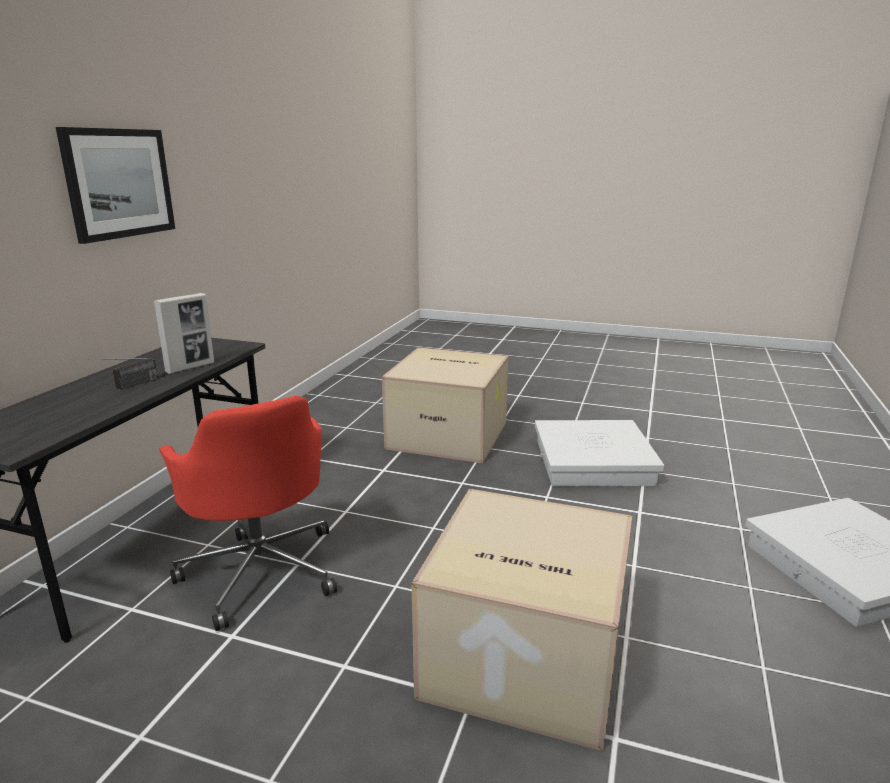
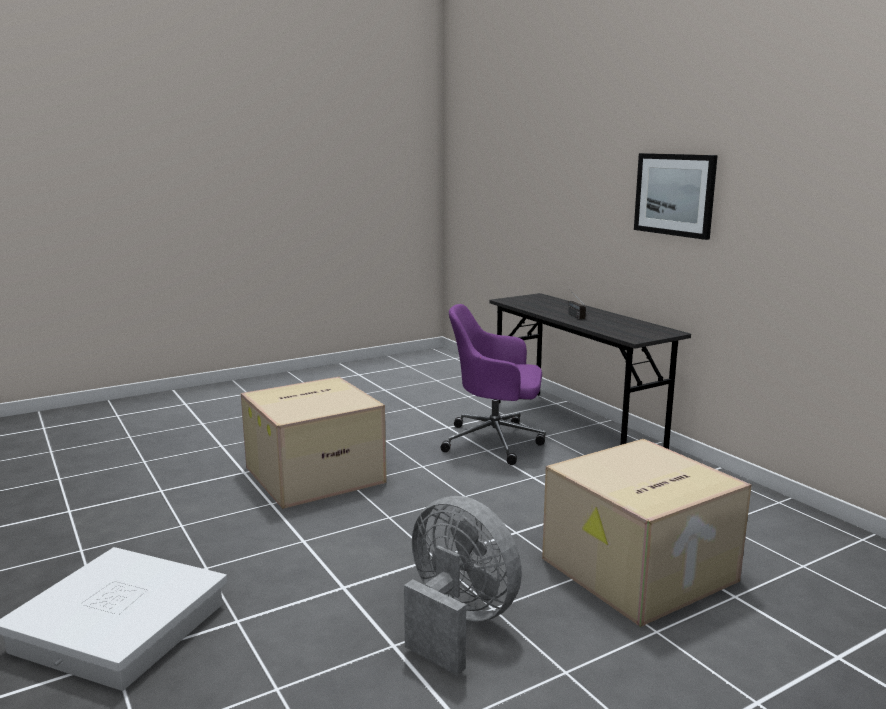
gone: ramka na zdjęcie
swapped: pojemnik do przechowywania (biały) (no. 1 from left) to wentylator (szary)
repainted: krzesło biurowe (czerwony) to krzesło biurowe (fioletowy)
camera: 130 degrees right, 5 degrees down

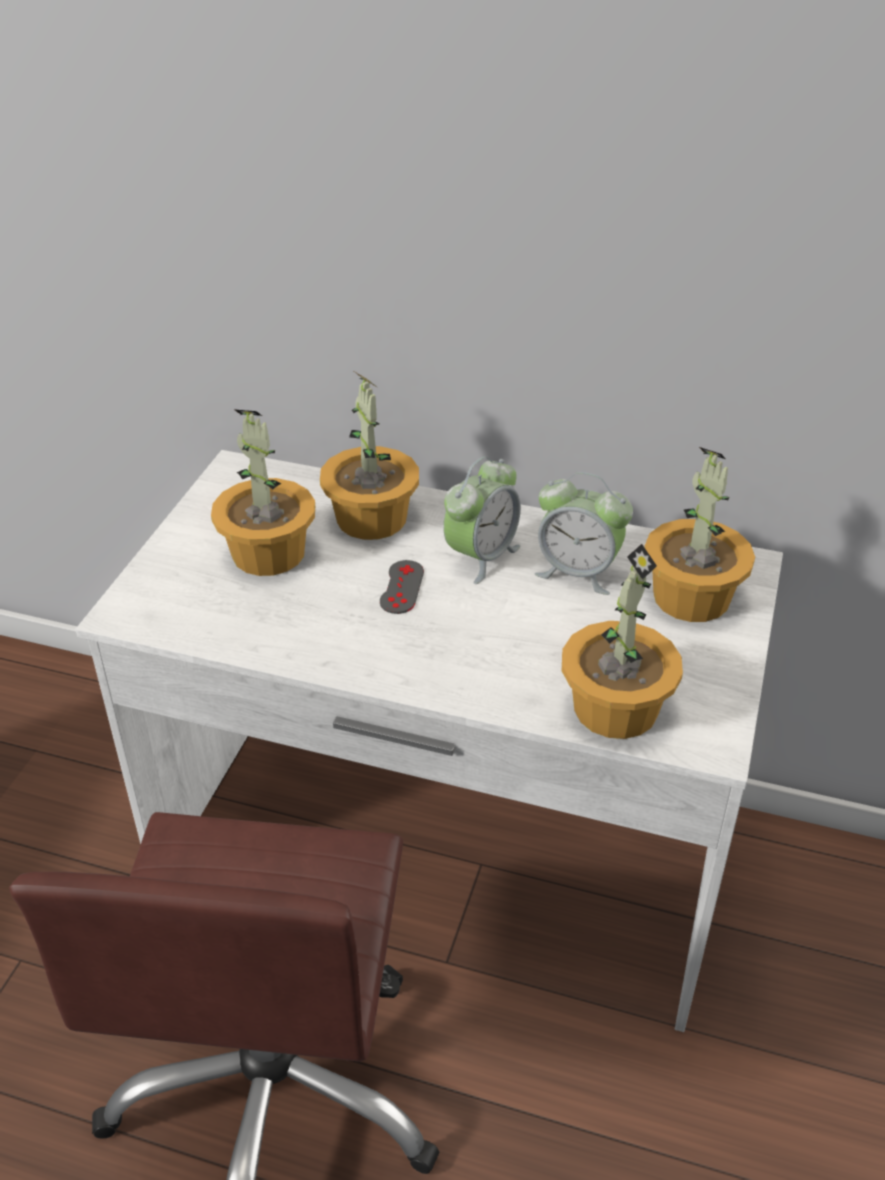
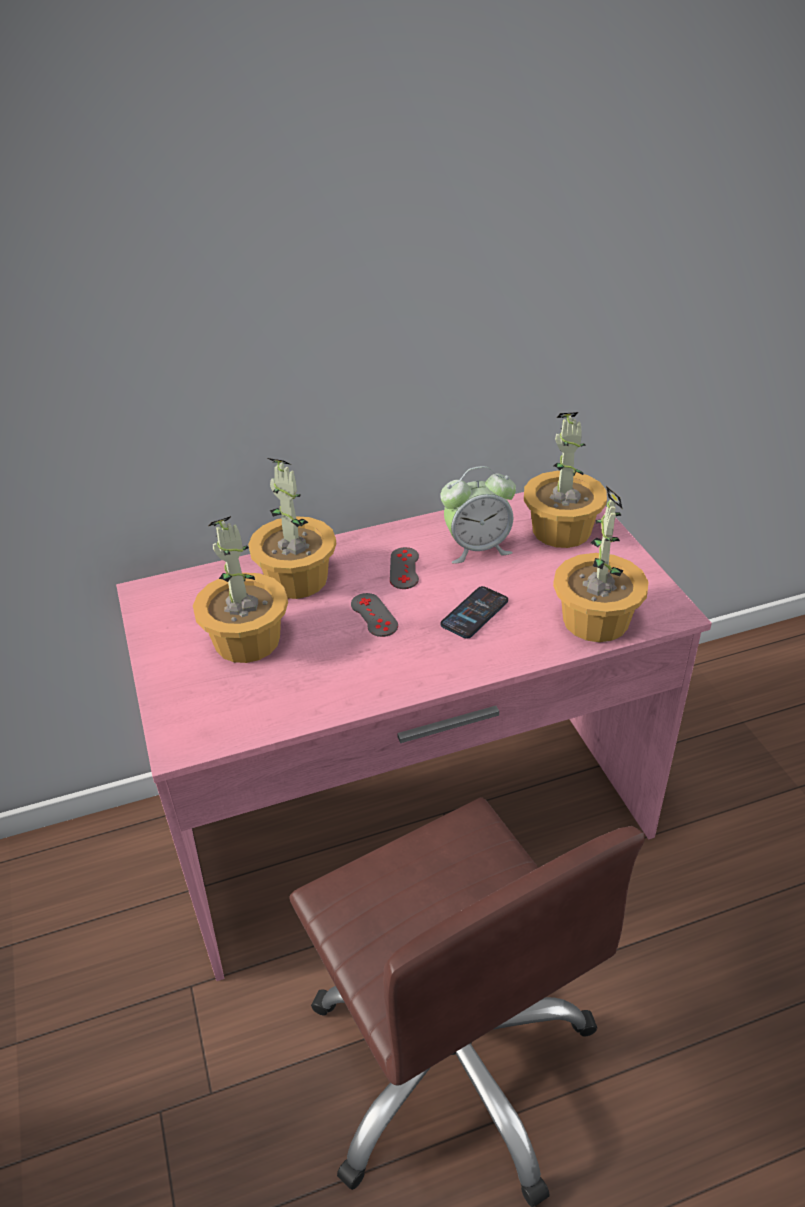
new: telefon
swapped: budzik (no. 1 from left) to pad do gier (szary) (no. 2 from left)
repainted: biurko (biały) to biurko (różowy)
camera: 35 degrees left, 0 degrees up

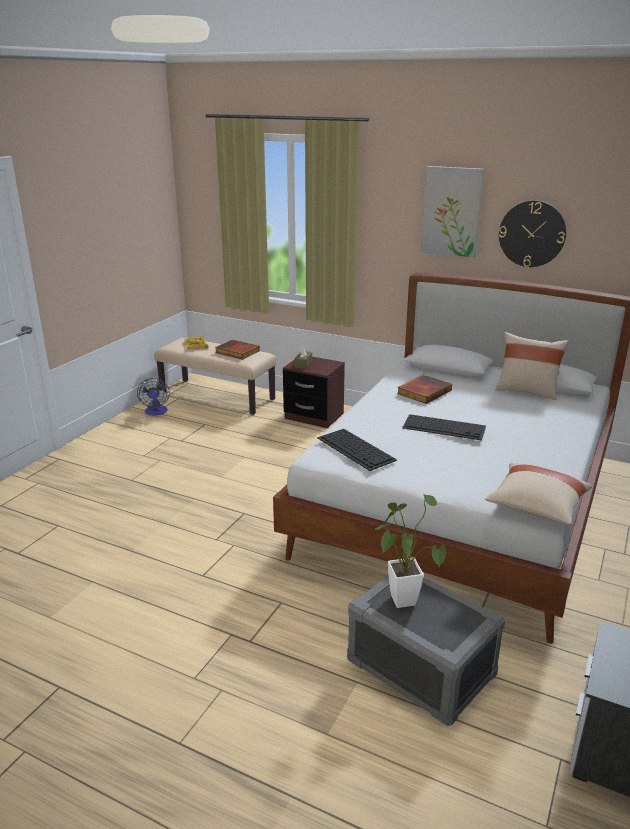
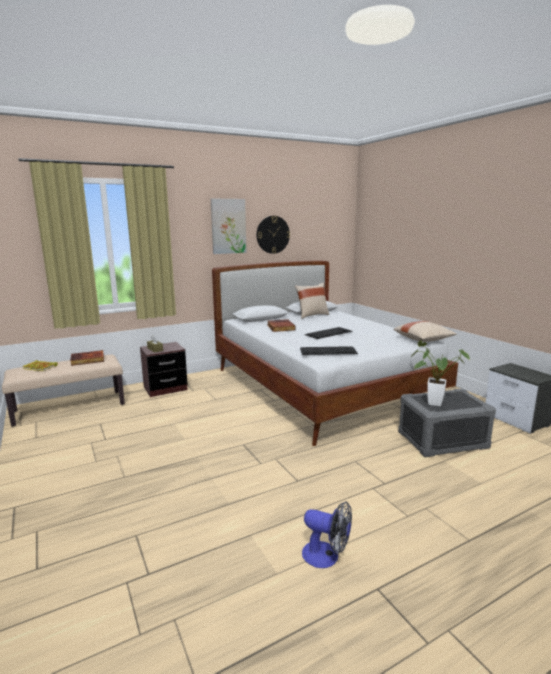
shifted: wentylator
camera: 55 degrees left, 10 degrees down

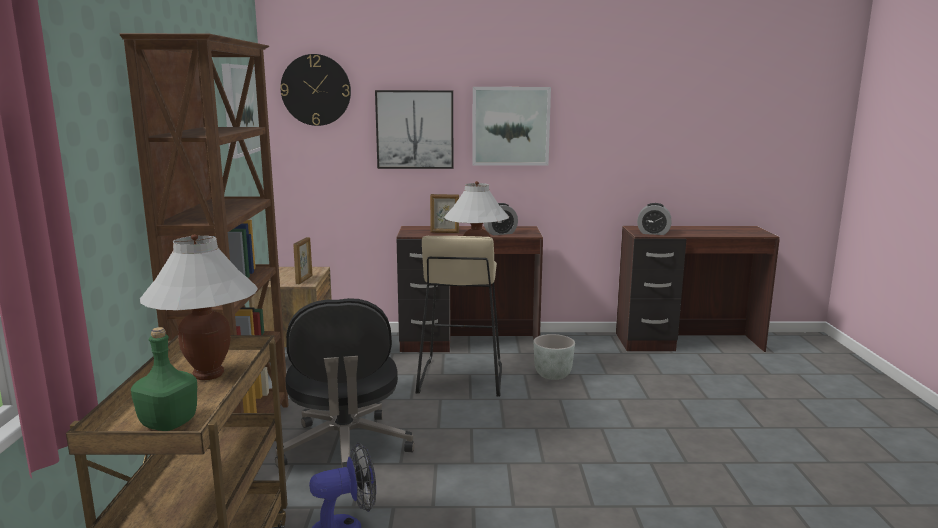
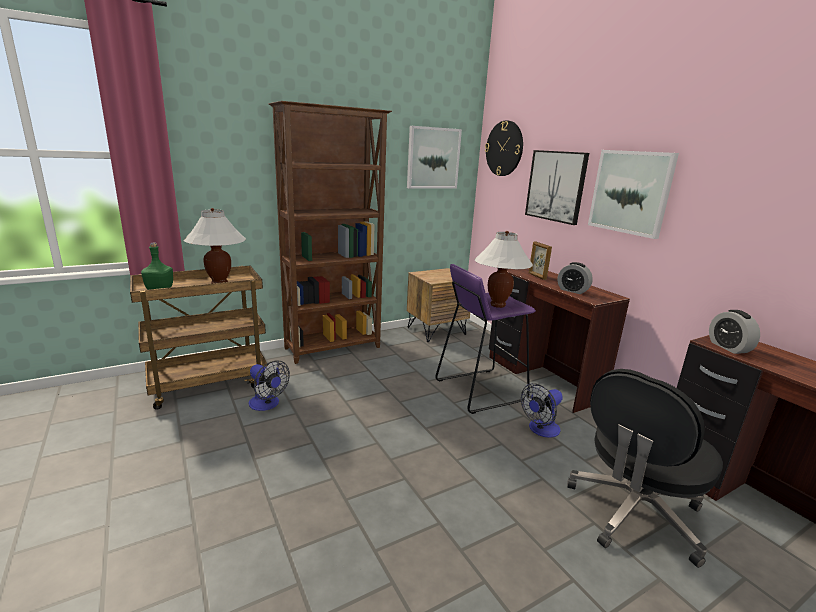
gone: ramka na zdjęcie (no. 1 from left)
shifted: krzesło biurowe (czarny)
swapped: donica (szary) to wentylator (no. 2 from left)
repainted: stołek (beżowy) to stołek (fioletowy)
camera: 60 degrees right, 5 degrees up

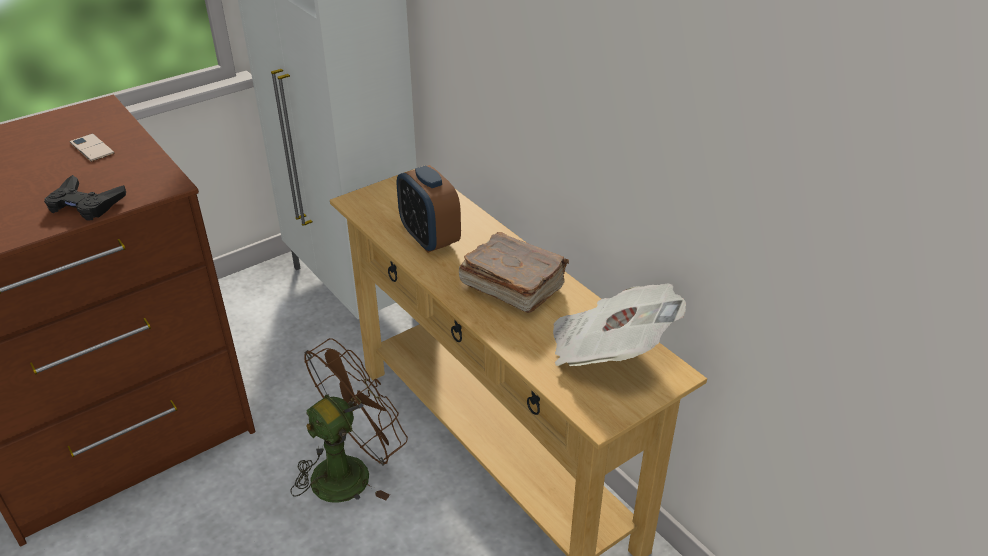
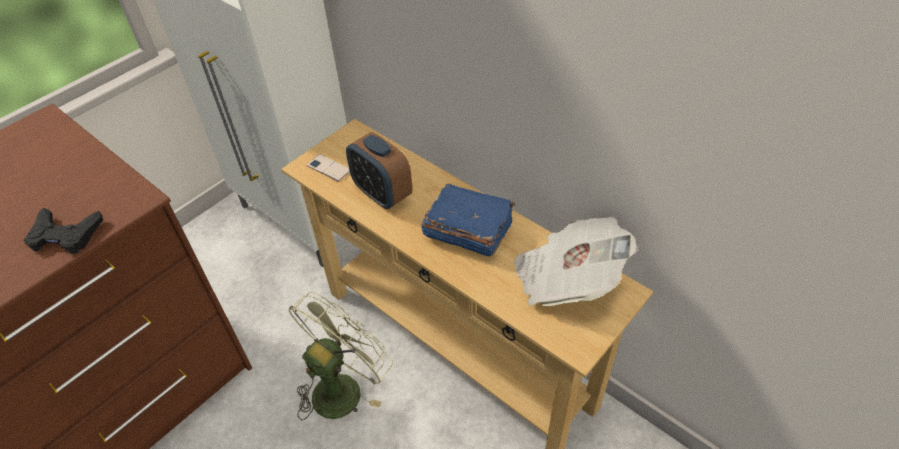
shifted: telefon
repainted: wentylator (brązowy) to wentylator (zielony); książka (brązowy) to książka (niebieski)
camera: 10 degrees left, 10 degrees up

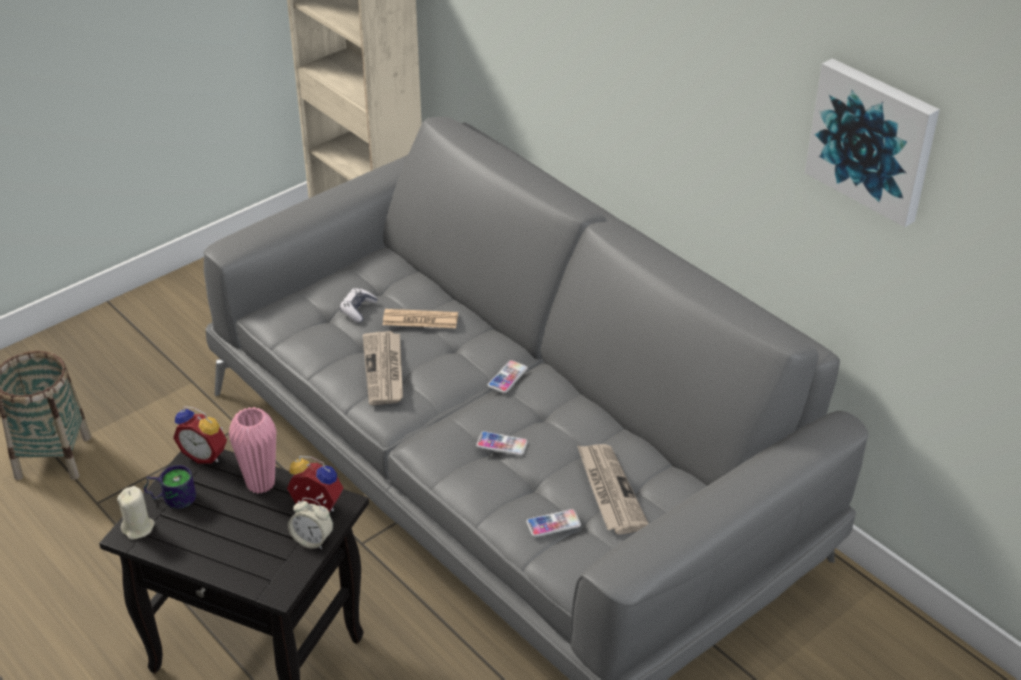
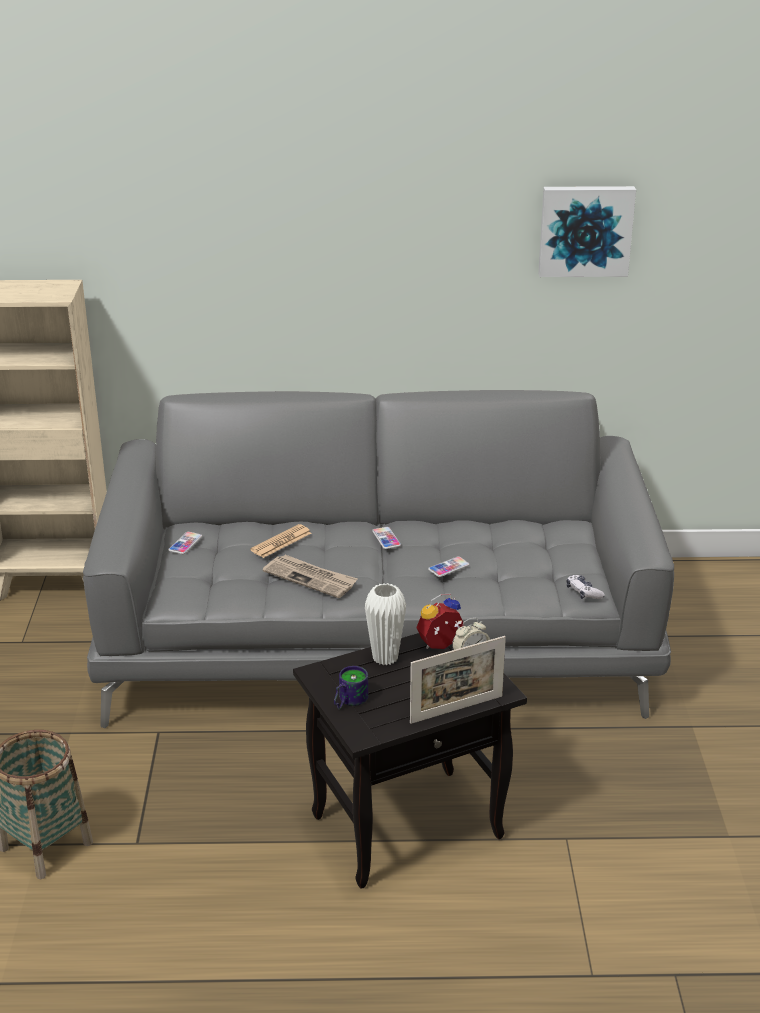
gone: świeca (beżowy); budzik (no. 1 from left); gazeta (no. 3 from left)
new: ramka na zdjęcie
shifted: pad do gier; telefon (no. 3 from left in the first image) to telefon (no. 1 from left)
repainted: wazon (różowy) to wazon (biały)
camera: 50 degrees left, 10 degrees down

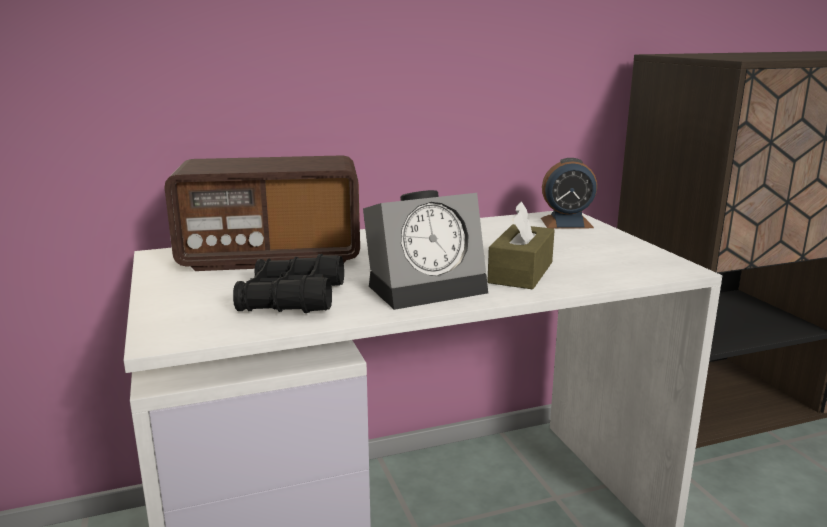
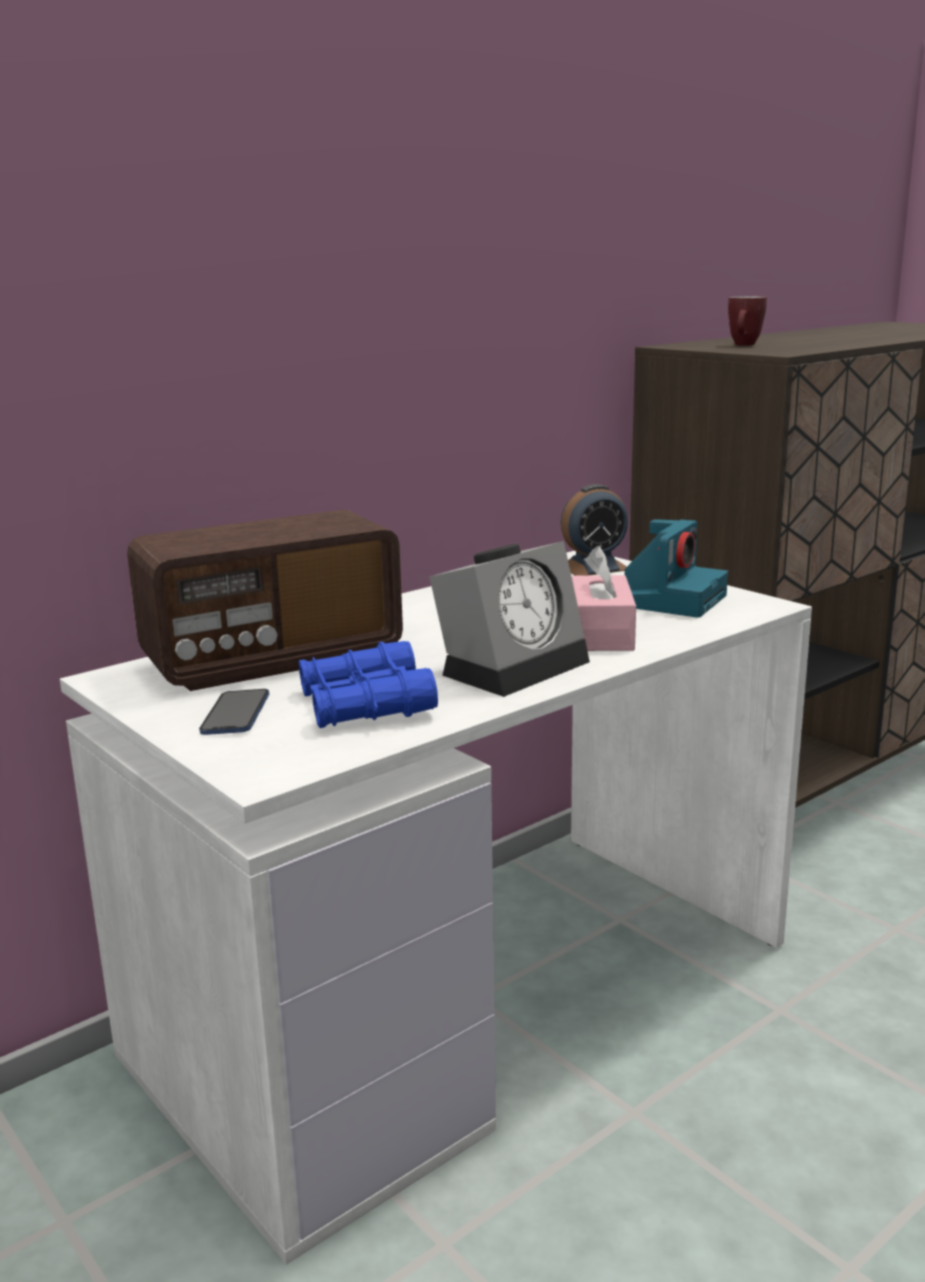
new: telefon; aparat fotograficzny; kubek
repainted: lornetka (czarny) to lornetka (niebieski); pudełko chusteczek (brązowy) to pudełko chusteczek (różowy)
camera: 20 degrees left, 0 degrees up

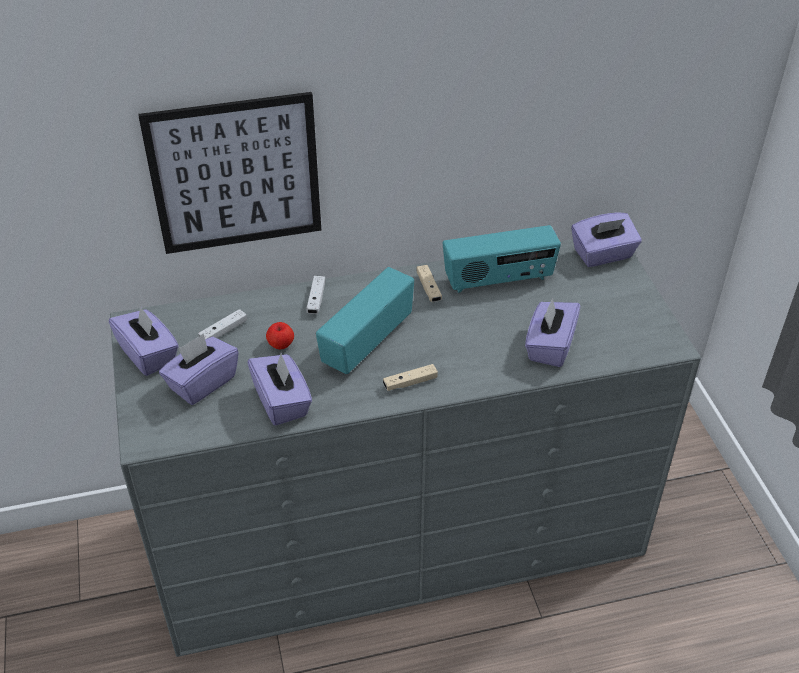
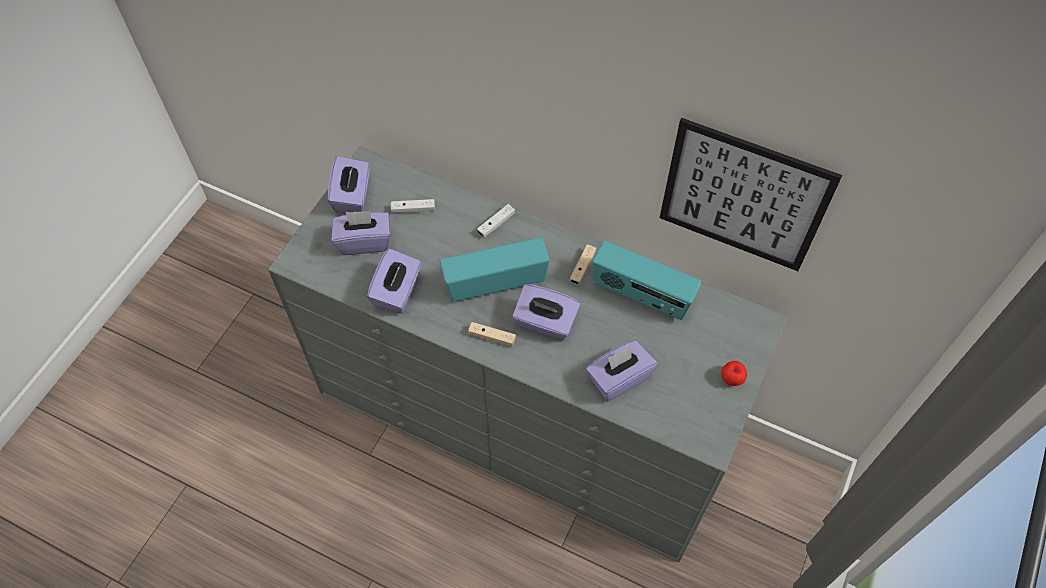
shifted: obraz; jabłko; pudełko chusteczek (fioletowy) (no. 5 from left in the first image) to pudełko chusteczek (fioletowy) (no. 4 from left)
camera: 40 degrees right, 15 degrees up

